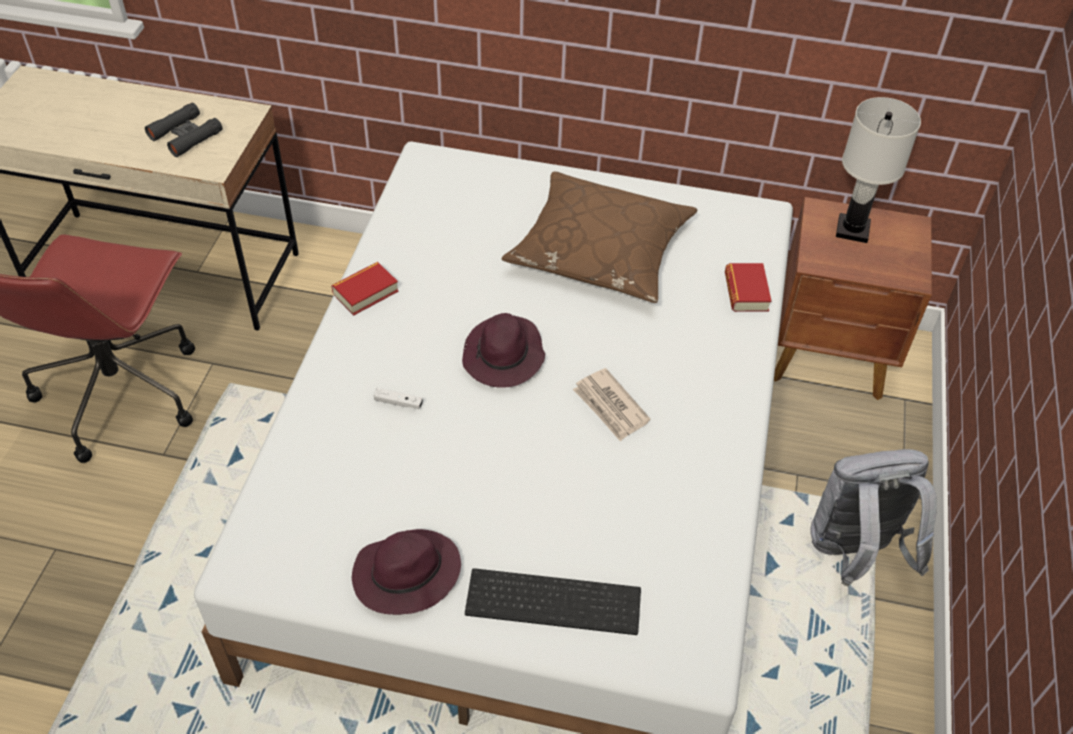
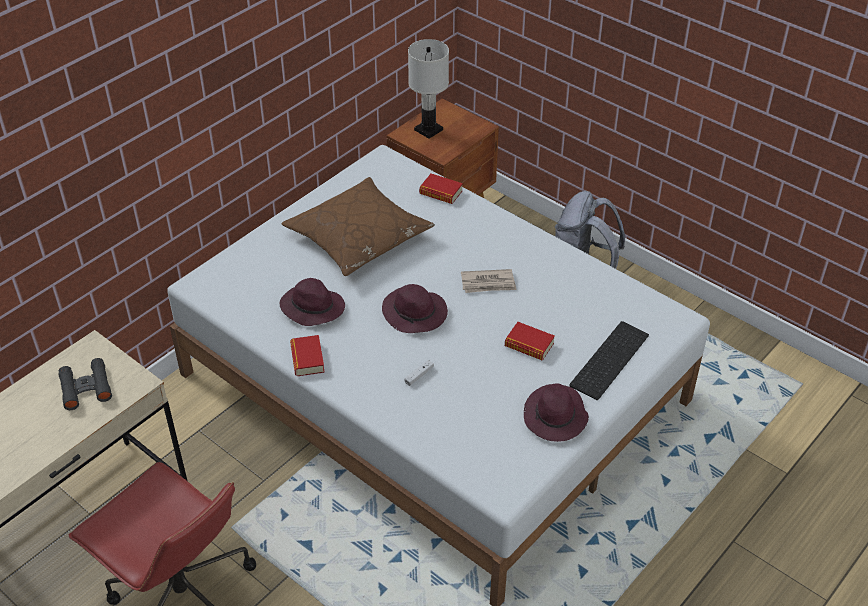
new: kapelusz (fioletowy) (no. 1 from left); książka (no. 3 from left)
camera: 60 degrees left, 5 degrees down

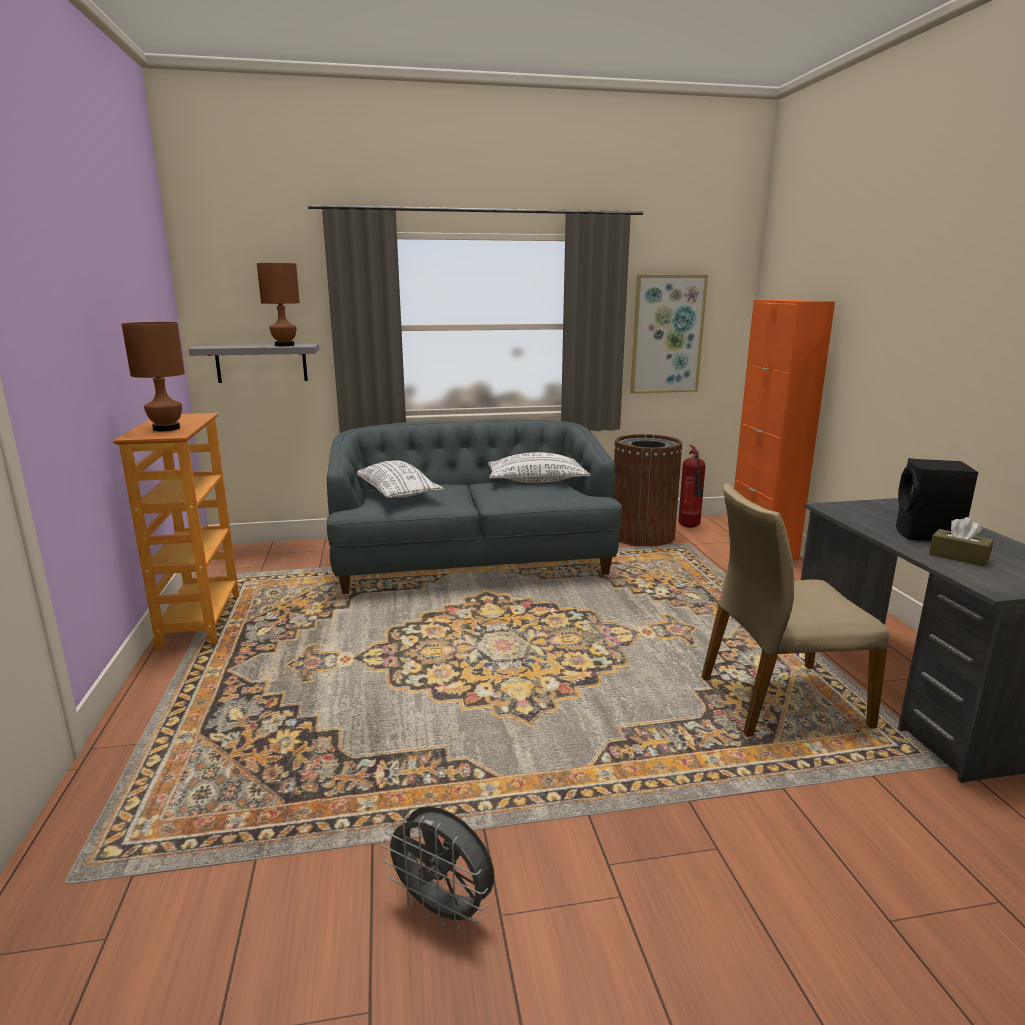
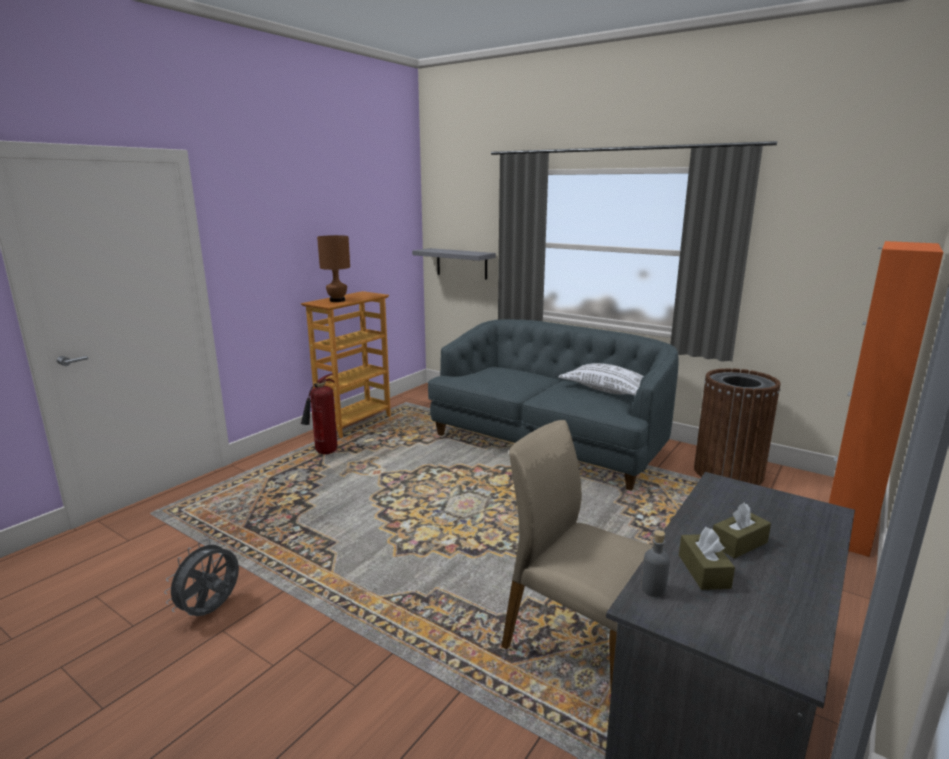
gone: lampa stołowa (brązowy) (no. 2 from left); poduszka (biały) (no. 1 from left); obraz
new: butelka (szary)
shifted: gaśnica
swapped: głośnik (czarny) to pudełko chusteczek (brązowy) (no. 2 from left)
rotated: wentylator (szary) 45 degrees clockwise
camera: 45 degrees right, 0 degrees up

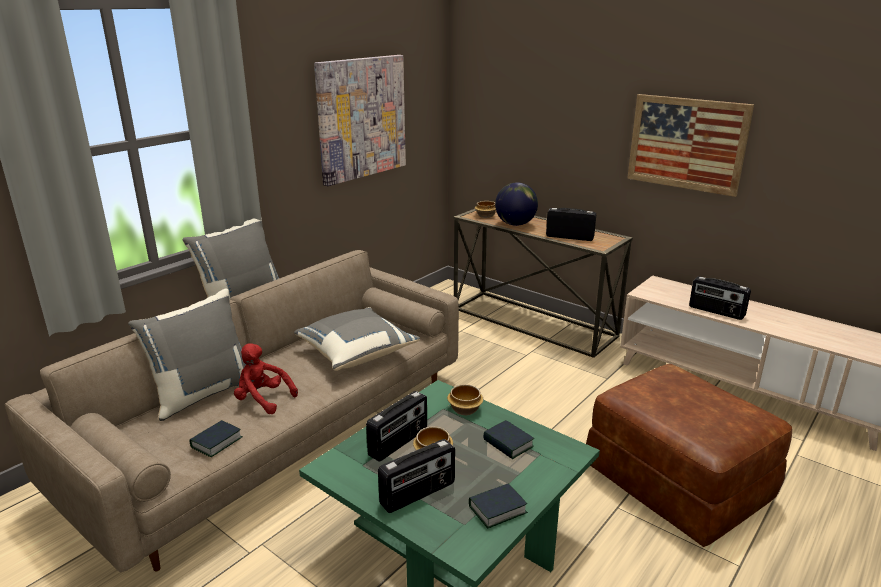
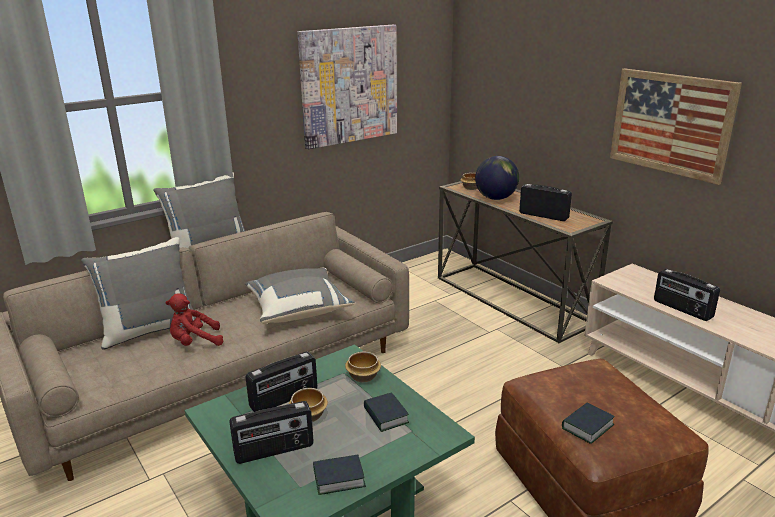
shifted: książka (no. 1 from left in the first image) to książka (no. 3 from left)
rotated: pluszak (czerwony) 60 degrees counterclockwise
camera: 15 degrees right, 0 degrees up

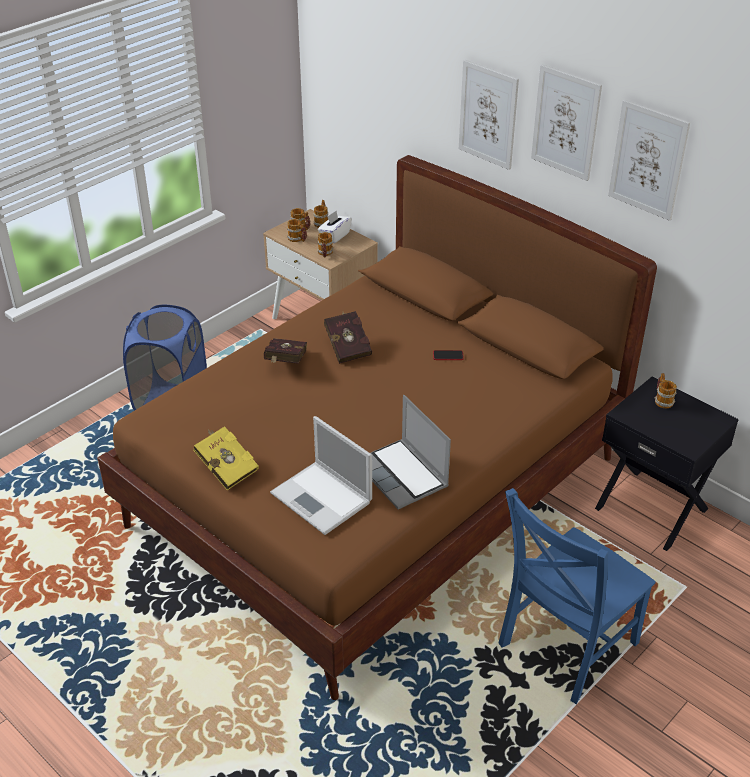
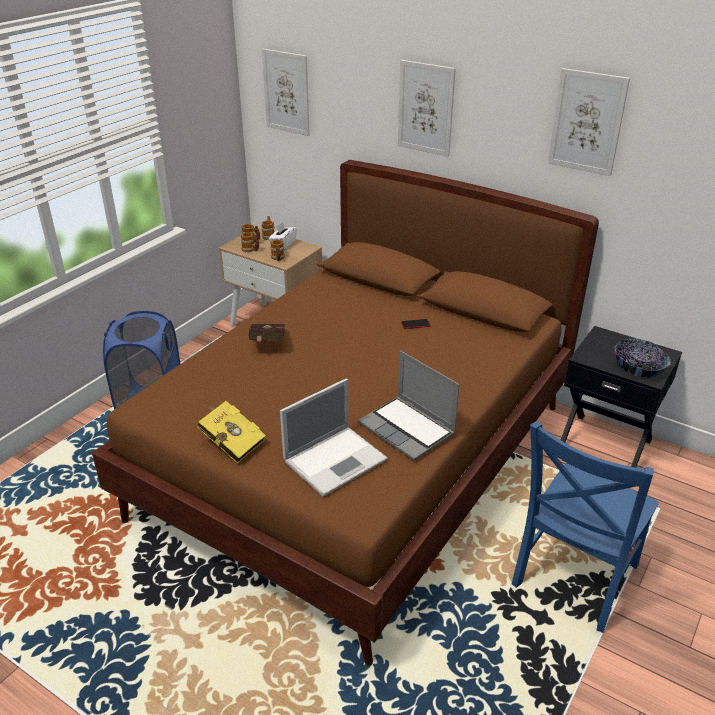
gone: książka (czerwony) (no. 2 from left); kubek (no. 5 from left)
new: miska
shifted: obraz (no. 2 from left in the first image) to obraz (no. 1 from left)
rotated: laptop (no. 1 from left) 75 degrees counterclockwise
camera: 10 degrees left, 5 degrees down

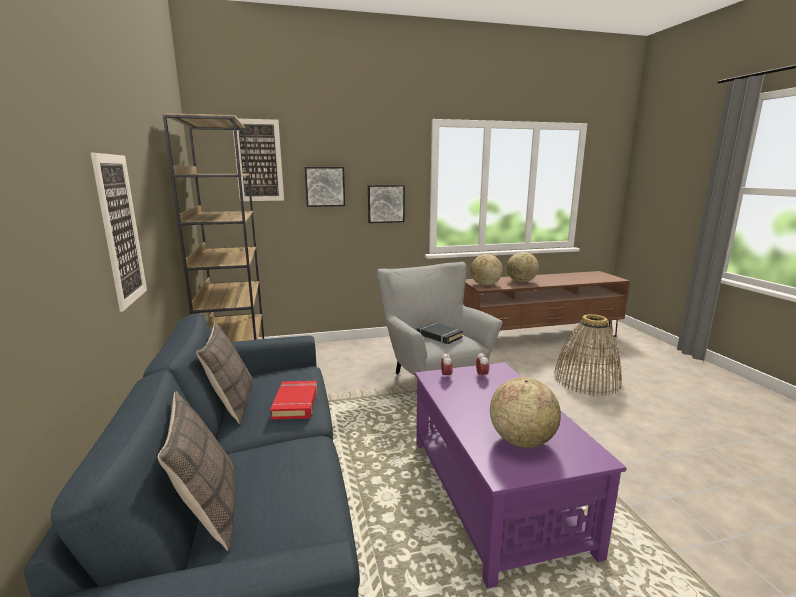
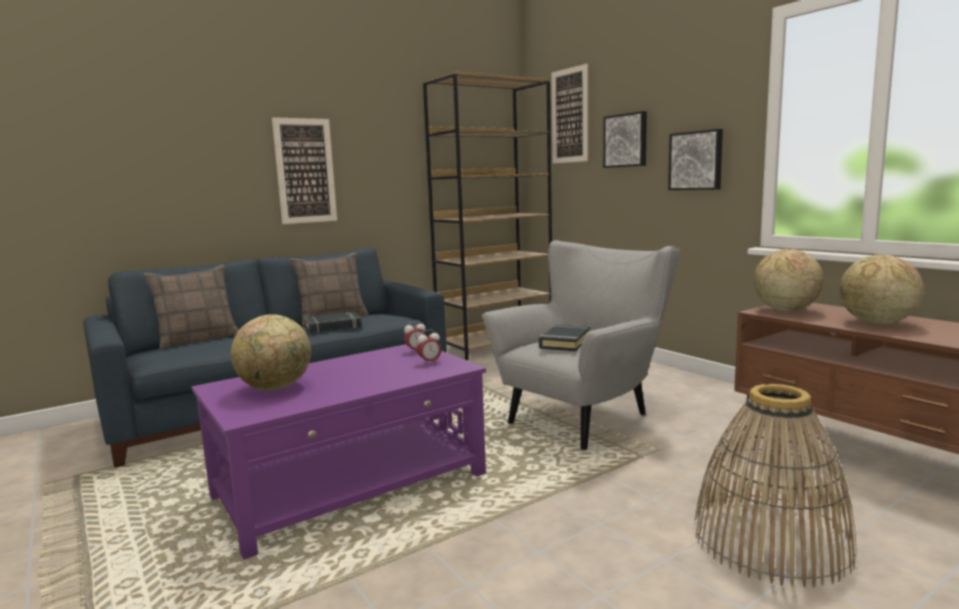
repainted: książka (czerwony) to książka (czarny) (no. 1 from left)
camera: 70 degrees right, 5 degrees down

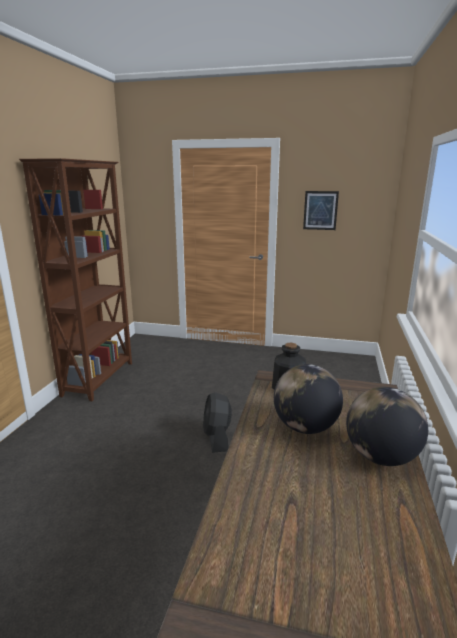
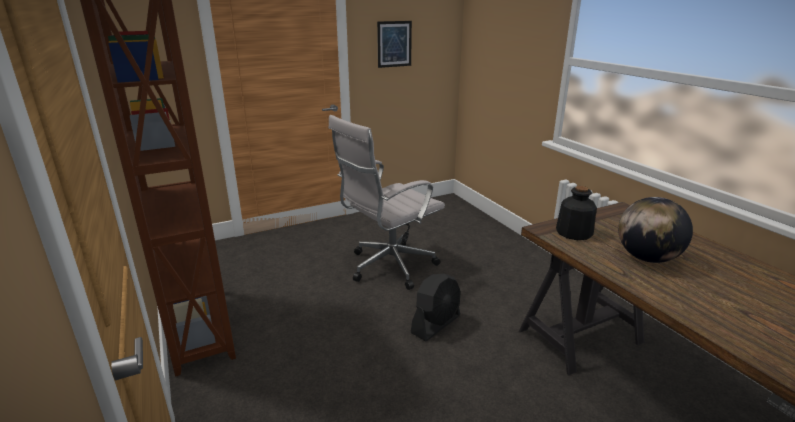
gone: globus (no. 2 from left)
new: krzesło biurowe (biały)
rotated: wentylator (czarny) 90 degrees counterclockwise
camera: 40 degrees left, 5 degrees up

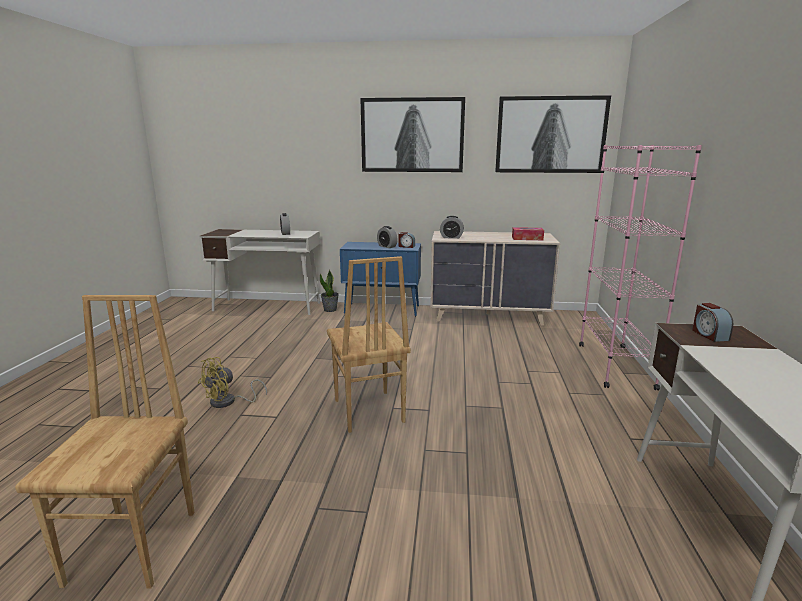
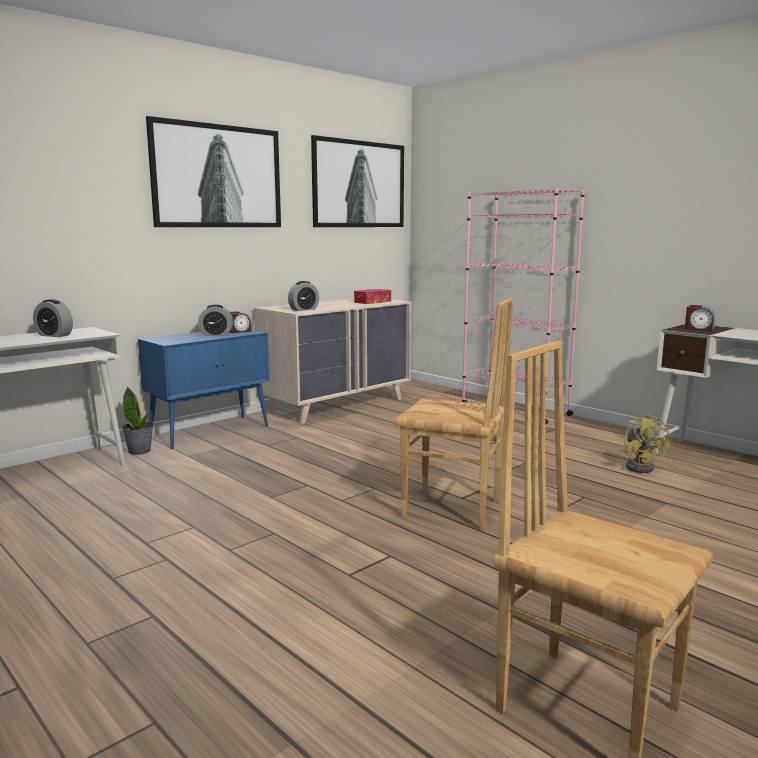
shifted: wentylator (żółty)
camera: 50 degrees left, 5 degrees down

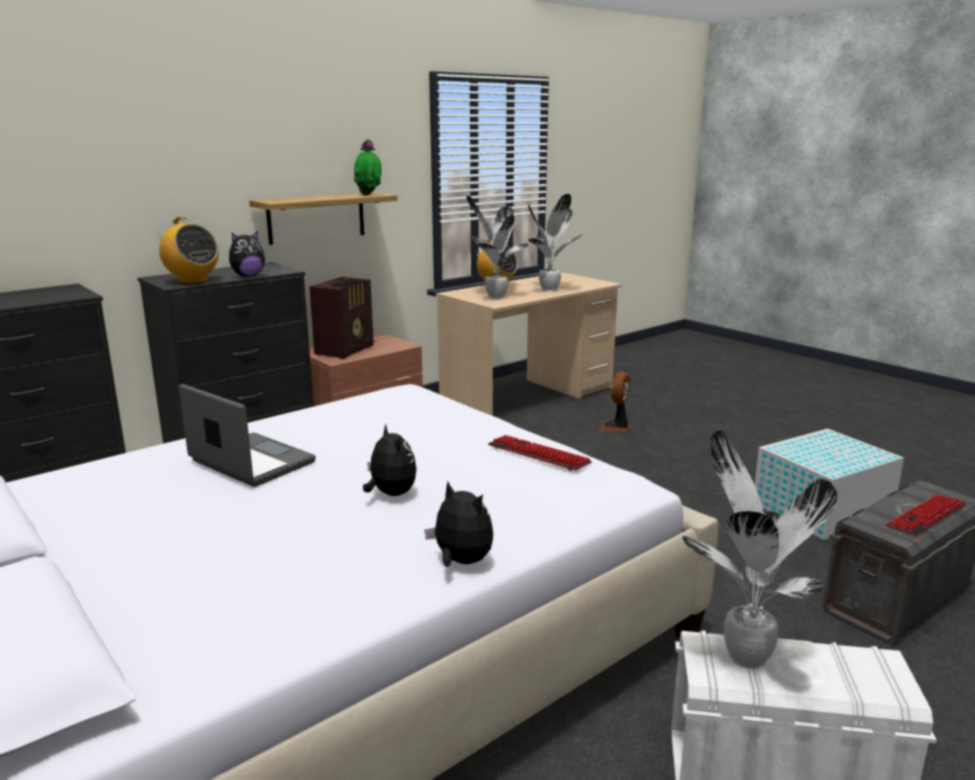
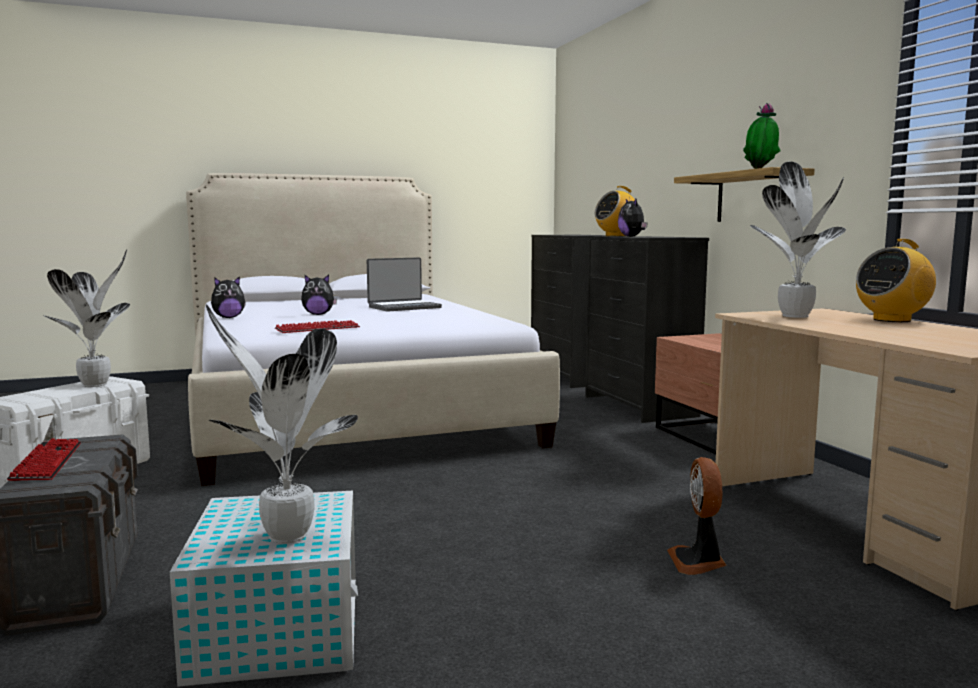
gone: radio (no. 2 from left)
shifted: roślina doniczkowa (no. 3 from left in the first image) to roślina doniczkowa (no. 2 from left)
rotated: wentylator 135 degrees counterclockwise
camera: 110 degrees right, 10 degrees down

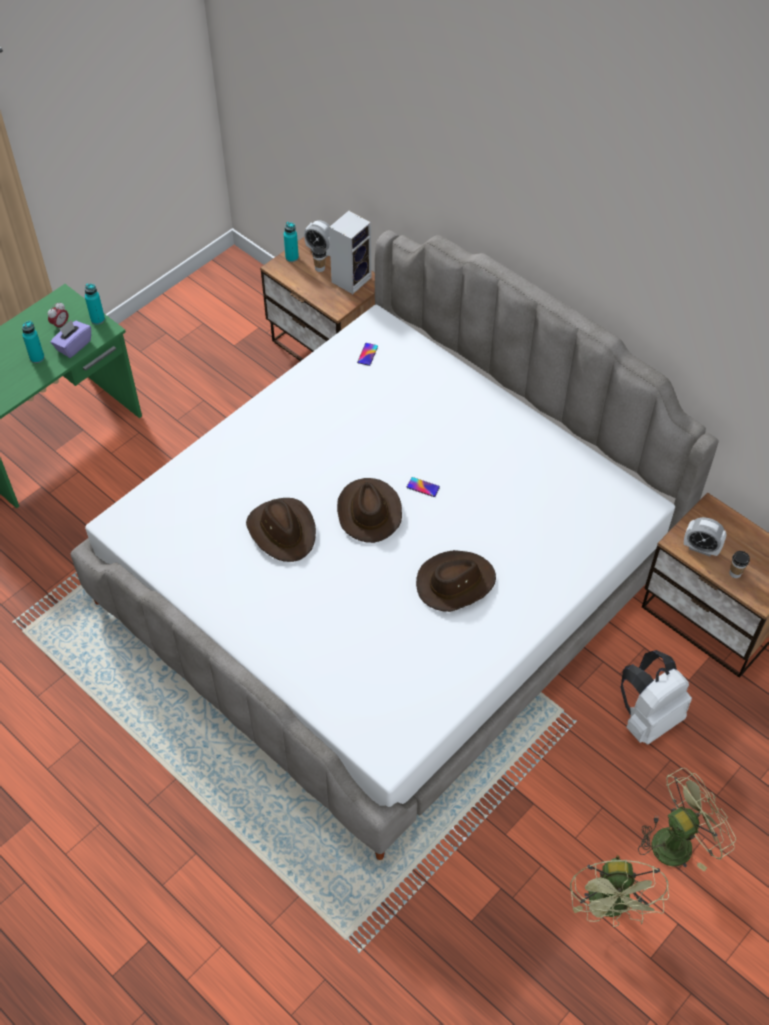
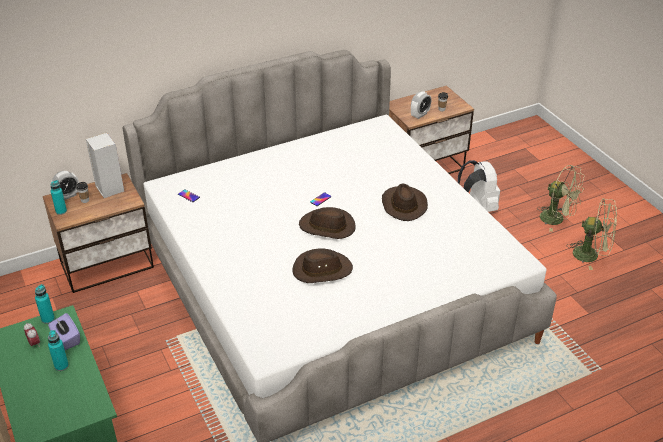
rotated: wentylator (zielony) (no. 2 from left in the first image) 135 degrees clockwise
camera: 70 degrees left, 15 degrees down

